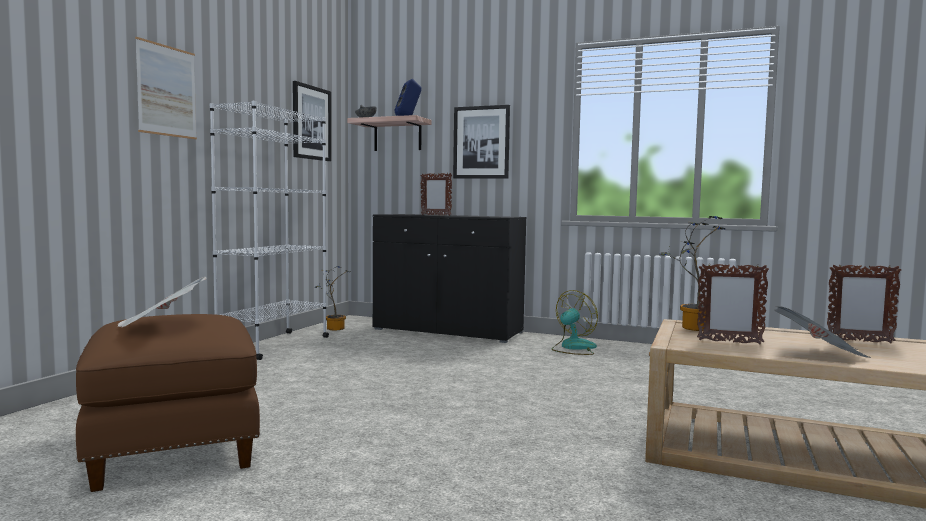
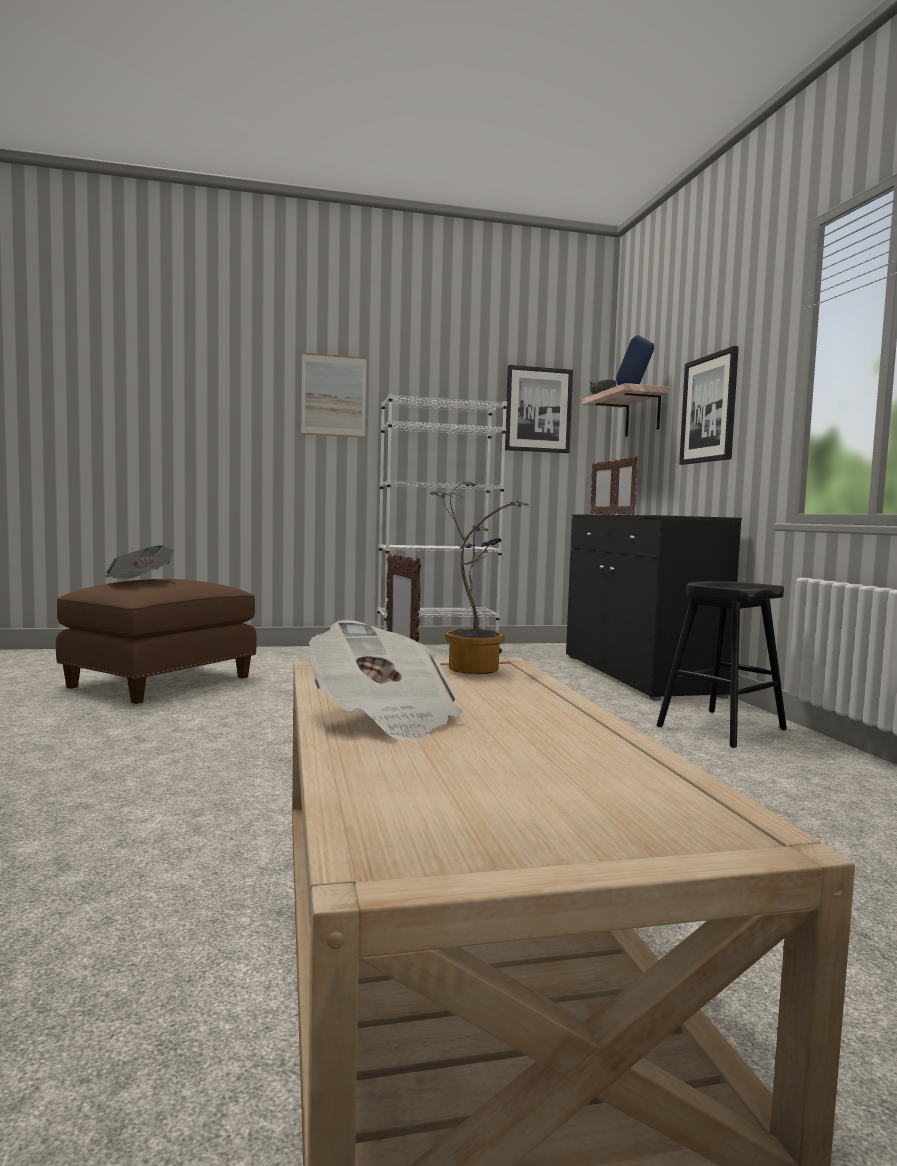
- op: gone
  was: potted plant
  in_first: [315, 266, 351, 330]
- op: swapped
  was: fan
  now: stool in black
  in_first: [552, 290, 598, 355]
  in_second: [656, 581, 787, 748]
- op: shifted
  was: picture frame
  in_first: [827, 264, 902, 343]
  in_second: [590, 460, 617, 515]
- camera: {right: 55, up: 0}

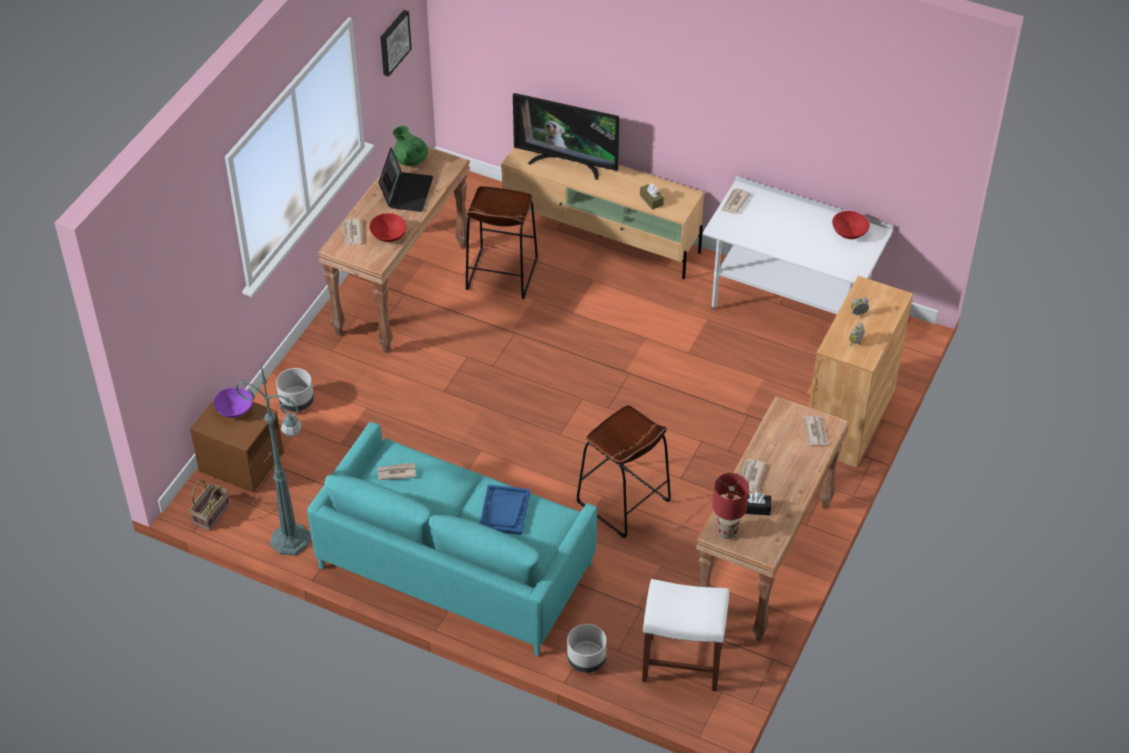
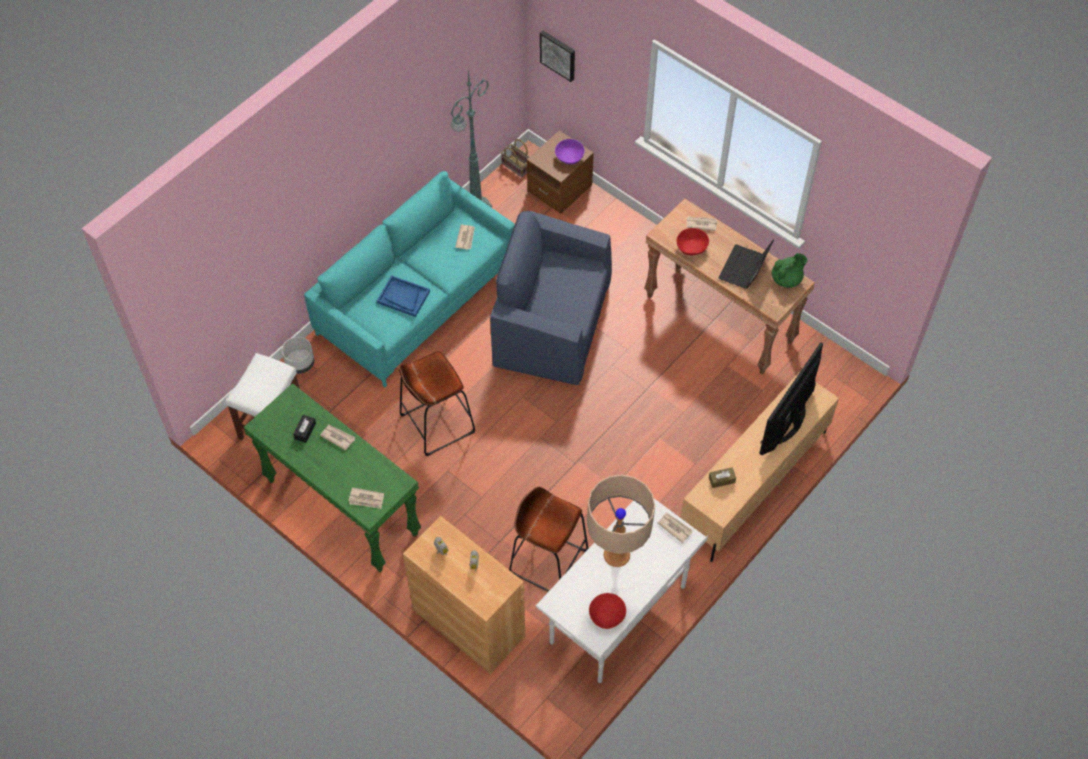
- op: gone
  was: planter in grey
  in_first: [276, 368, 314, 412]
- op: rotated
  was: laptop
  in_first: [378, 148, 433, 212]
  in_second: [719, 239, 774, 289]
  clockwise: 90
- op: shifted
  was: picture
  in_first: [380, 10, 412, 77]
  in_second: [540, 31, 575, 82]
- op: shifted
  was: stool in brown
  in_first: [466, 186, 538, 299]
  in_second: [509, 487, 589, 592]
- op: repainted
  was: console table in brown
  now: console table in green
  in_first: [696, 396, 850, 642]
  in_second: [243, 383, 421, 572]
- op: gone
  was: table lamp in red
  in_first: [713, 473, 749, 539]
- op: new
  now: armchair in blue
  in_second: [490, 211, 612, 385]
- op: new
  now: table lamp in beige
  in_second: [587, 475, 655, 567]
- camera: {right: 105, up: 10}

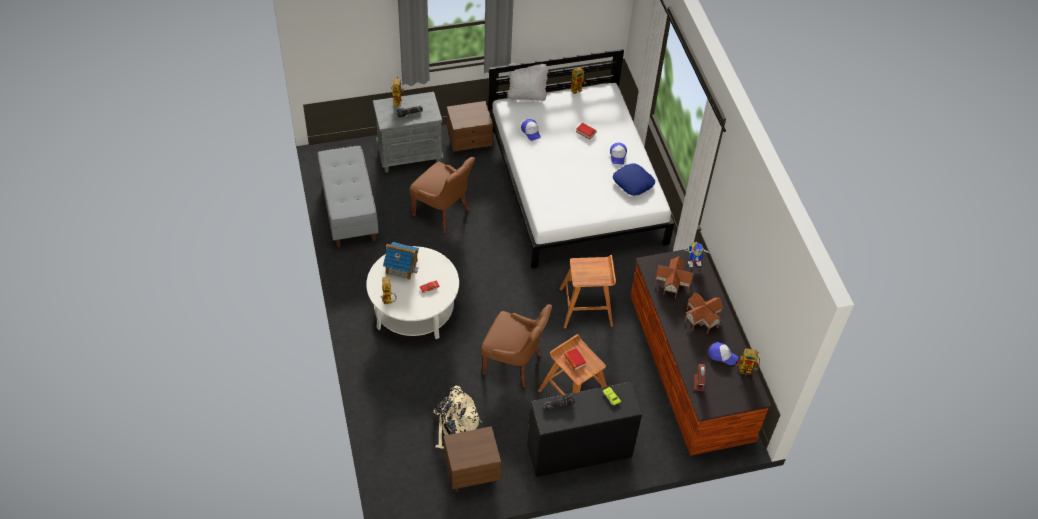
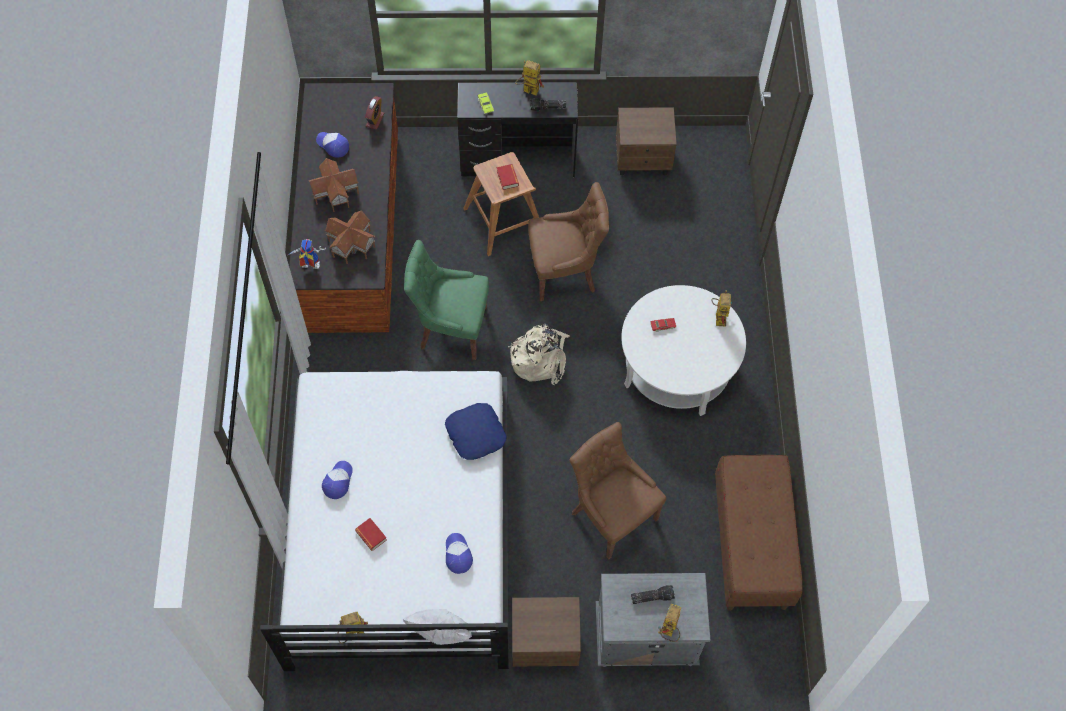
- op: repainted
  was: bench in grey
  now: bench in brown
  in_first: [318, 145, 379, 248]
  in_second: [715, 455, 803, 611]
- op: gone
  was: toy house
  in_first: [383, 242, 419, 280]
- op: shifted
  was: backpack in beige
  in_first: [433, 386, 482, 449]
  in_second: [508, 323, 570, 385]
- op: rotated
  was: chair in brown
  in_first: [481, 304, 552, 387]
  in_second: [528, 182, 609, 301]
  clockwise: 135
- op: swapped
  was: stool in brown
  now: chair in green
  in_first: [560, 255, 616, 328]
  in_second: [404, 240, 489, 360]
- op: shifted
  was: pillow in blue
  in_first: [613, 163, 655, 196]
  in_second: [445, 403, 507, 460]
- op: shifted
  was: toy robot
  in_first: [736, 348, 760, 375]
  in_second: [515, 60, 544, 96]
- camera: {right: -165, up: 10}

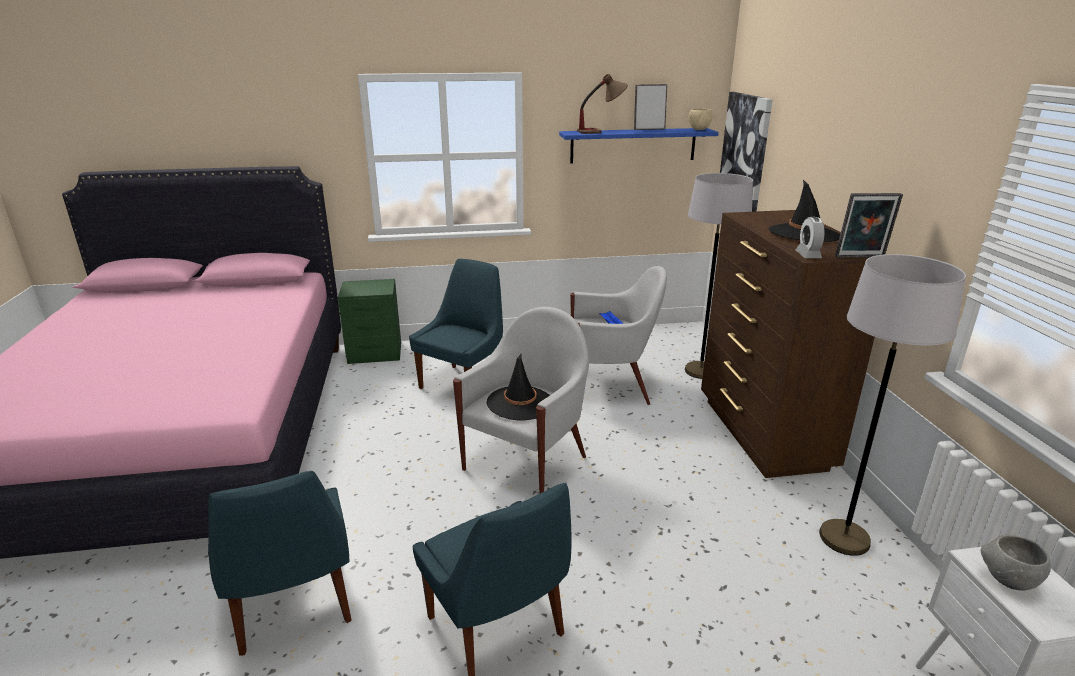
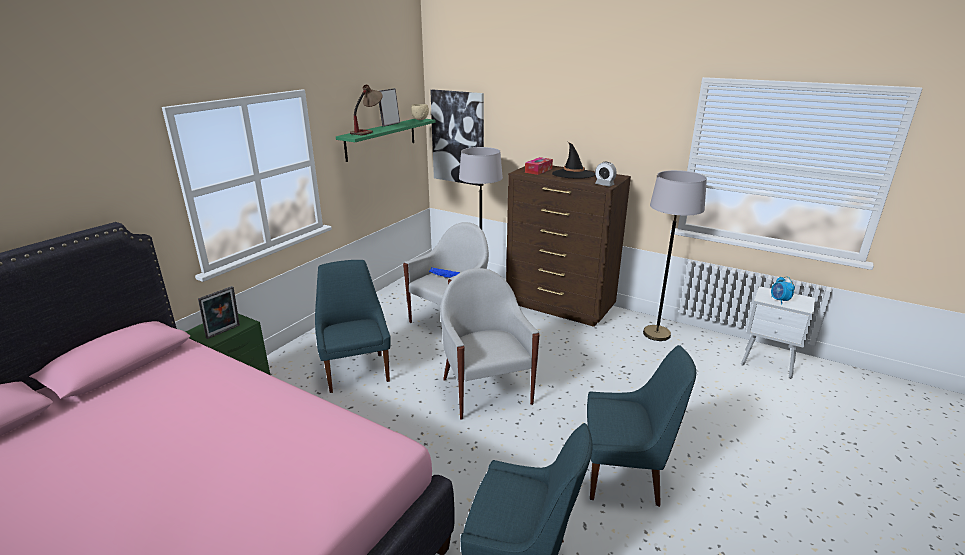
- op: gone
  was: hat in black
  in_first: [487, 353, 550, 420]
- op: repainted
  was: shelf in blue
  now: shelf in green
  in_first: [559, 128, 719, 164]
  in_second: [336, 119, 435, 162]
- op: shifted
  was: picture frame
  in_first: [835, 193, 903, 258]
  in_second: [198, 286, 240, 339]
- op: swapped
  was: bowl in grey
  now: alarm clock
  in_first: [980, 534, 1051, 590]
  in_second: [771, 277, 795, 304]
- op: new
  now: tissue box
  in_second: [525, 157, 553, 175]
- camera: {right: -50, up: 0}

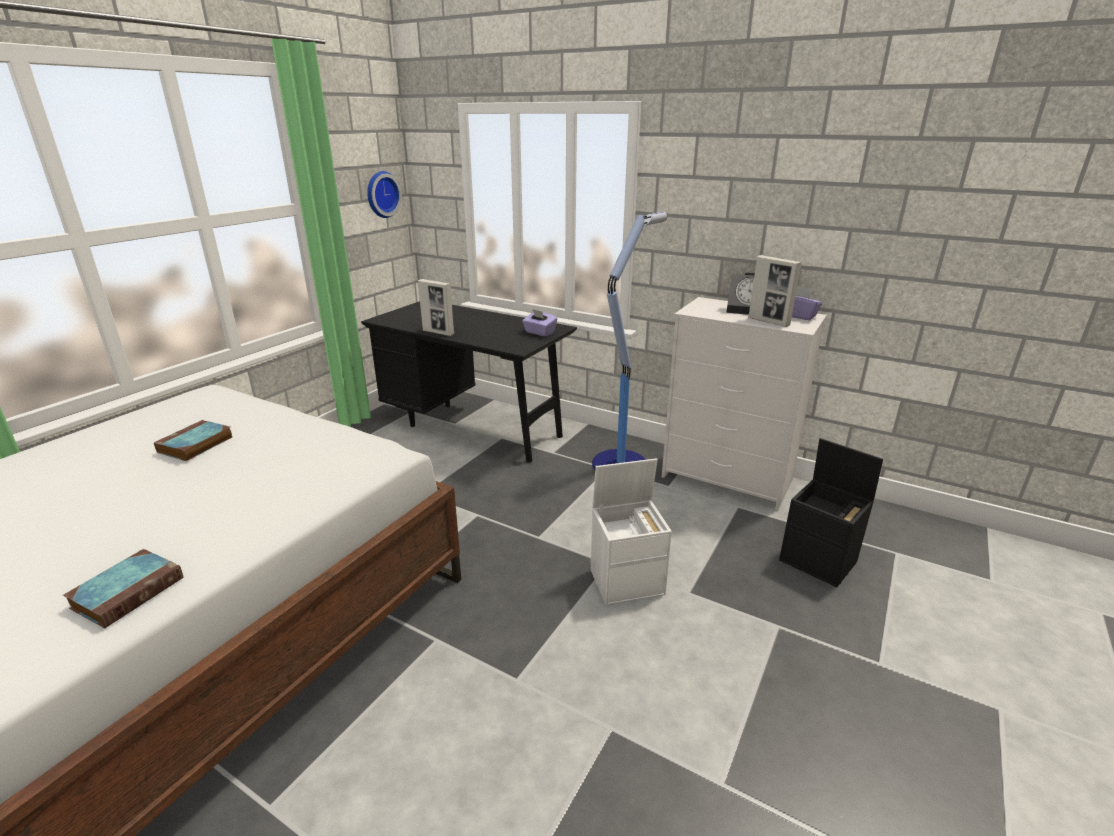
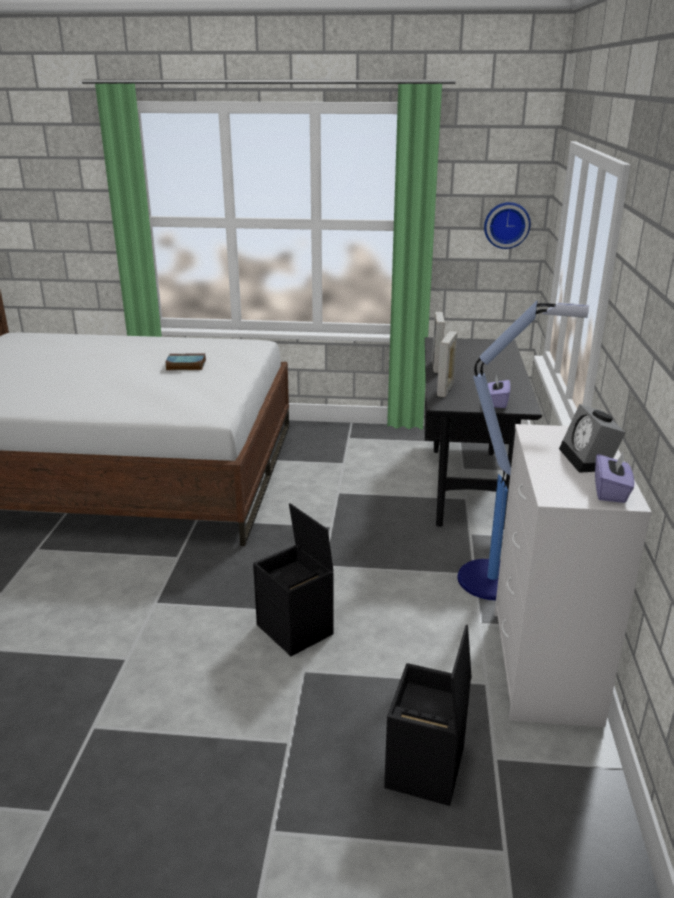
- op: gone
  was: book
  in_first: [63, 549, 183, 628]
- op: repainted
  was: storage box in white
  now: storage box in black
  in_first: [591, 458, 672, 605]
  in_second: [253, 503, 334, 656]
- op: shifted
  was: picture frame
  in_first: [748, 255, 802, 327]
  in_second: [437, 331, 458, 397]
- camera: {right: 65, up: 0}

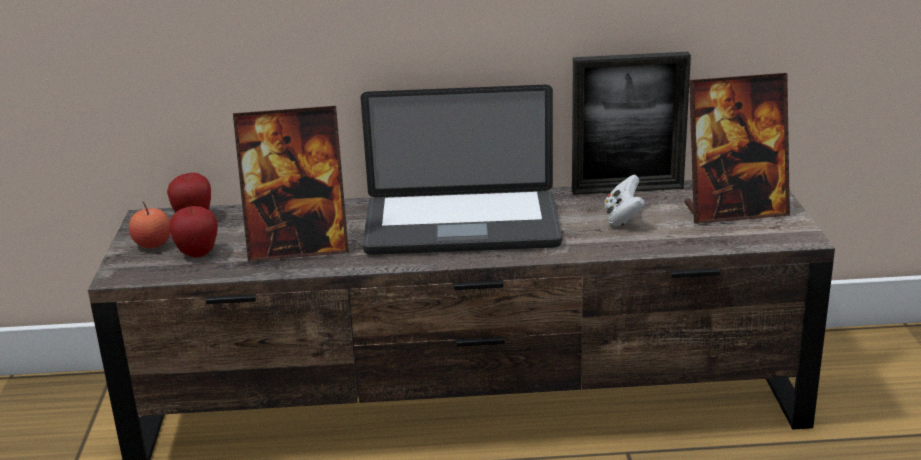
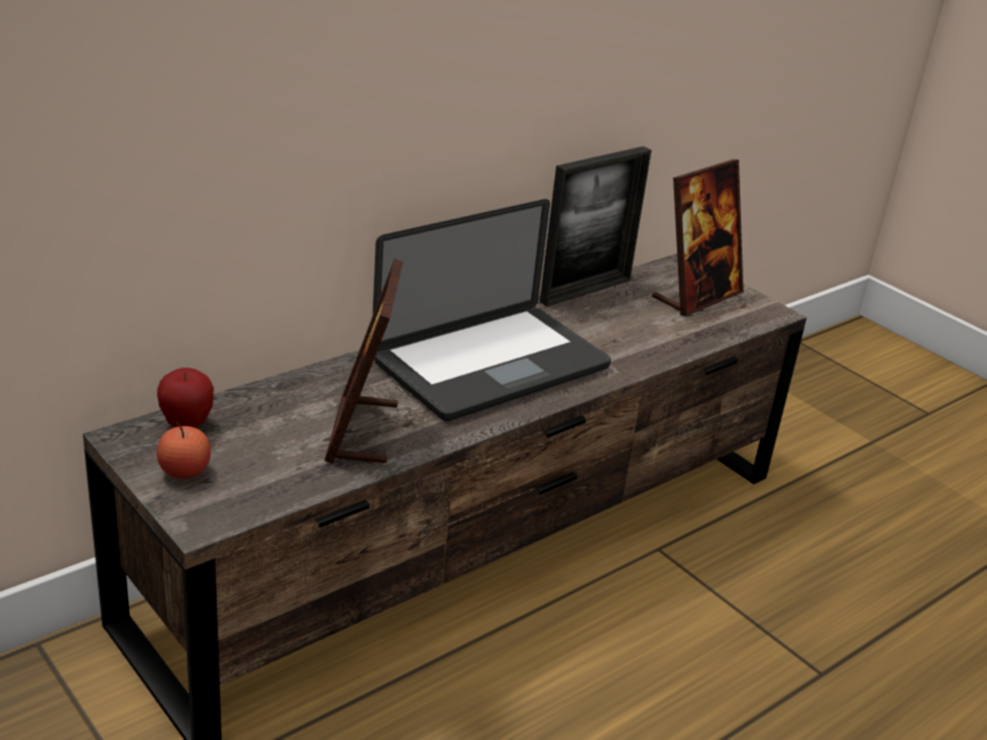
- op: gone
  was: apple
  in_first: [169, 206, 218, 257]
- op: rotated
  was: picture frame
  in_first: [233, 106, 349, 262]
  in_second: [324, 259, 403, 464]
  clockwise: 135
- op: gone
  was: game controller in white
  in_first: [605, 175, 645, 226]
- camera: {right: -40, up: 5}

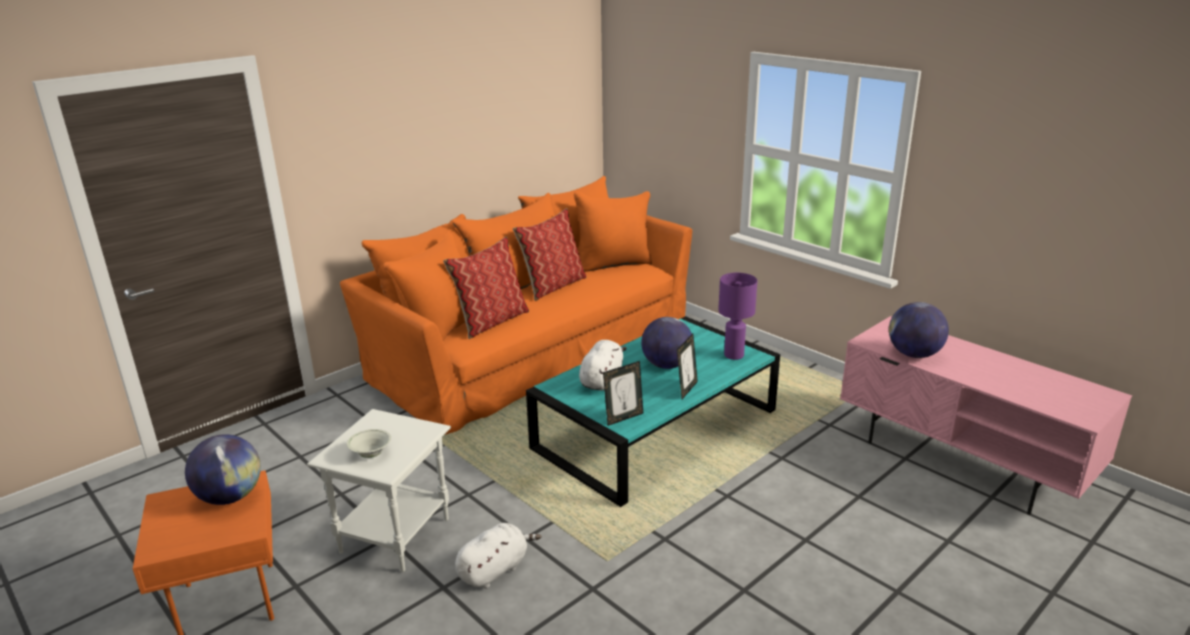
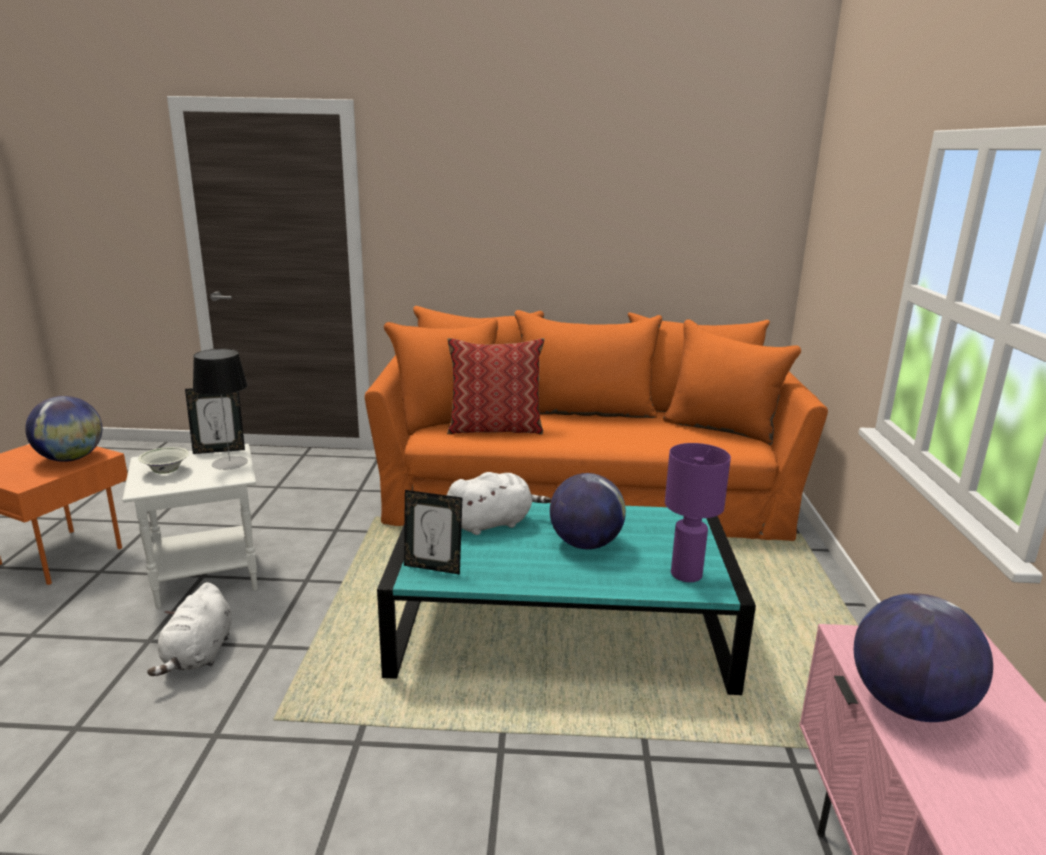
- op: rotated
  was: plush toy in white
  in_first: [455, 523, 541, 589]
  in_second: [147, 582, 232, 676]
  clockwise: 90
- op: gone
  was: pillow
  in_first: [513, 208, 586, 301]
- op: shifted
  was: picture frame
  in_first: [677, 334, 698, 399]
  in_second: [185, 388, 245, 454]
- op: new
  now: table lamp
  in_second: [193, 349, 248, 470]
- camera: {right: 45, up: -5}

